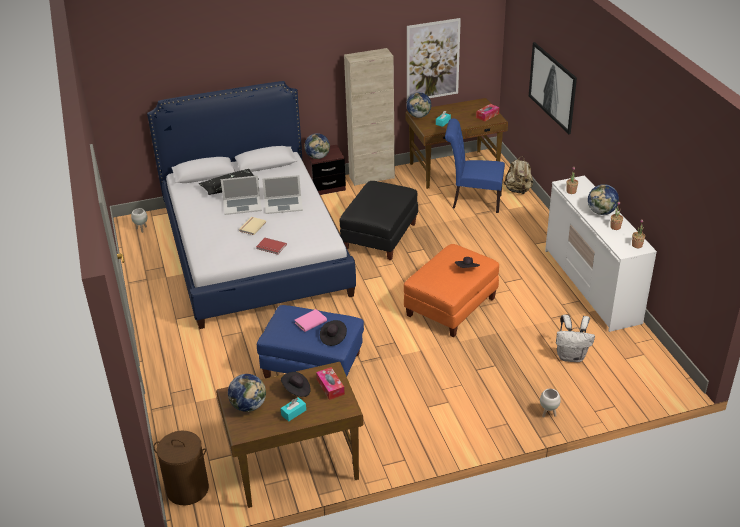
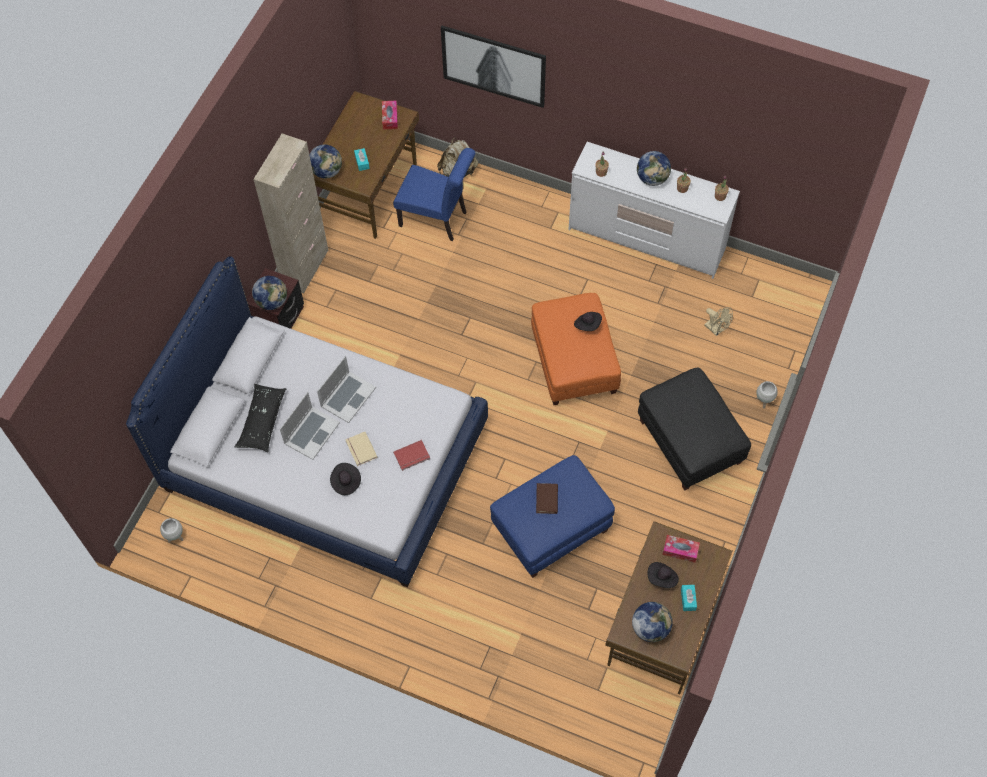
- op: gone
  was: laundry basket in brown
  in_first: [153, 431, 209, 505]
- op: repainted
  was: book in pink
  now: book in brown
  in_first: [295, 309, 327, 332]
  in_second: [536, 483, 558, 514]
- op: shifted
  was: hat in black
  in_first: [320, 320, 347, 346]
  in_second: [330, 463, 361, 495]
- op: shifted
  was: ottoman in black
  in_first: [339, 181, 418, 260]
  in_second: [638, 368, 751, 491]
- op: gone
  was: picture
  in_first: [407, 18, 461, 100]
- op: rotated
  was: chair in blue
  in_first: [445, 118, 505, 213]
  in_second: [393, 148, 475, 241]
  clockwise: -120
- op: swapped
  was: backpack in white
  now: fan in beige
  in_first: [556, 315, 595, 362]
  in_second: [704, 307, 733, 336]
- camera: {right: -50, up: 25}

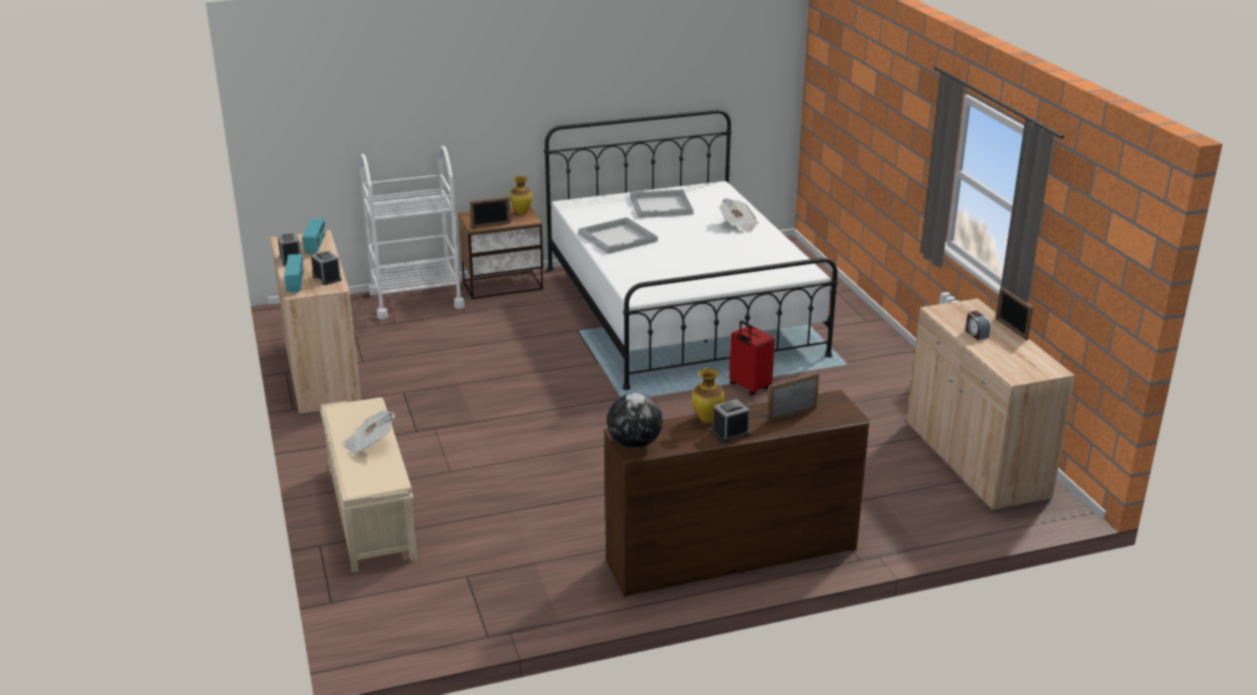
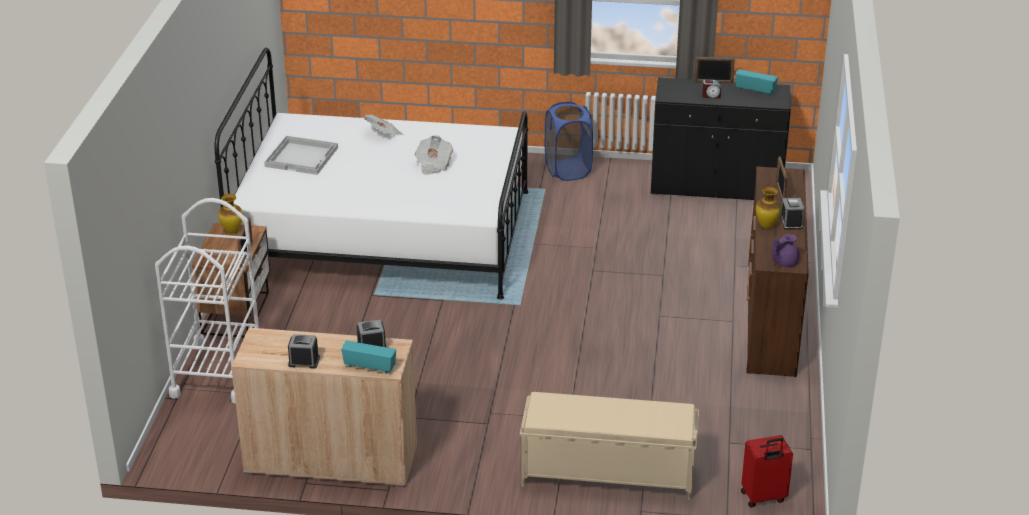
- op: shifted
  was: radio
  in_first: [302, 219, 326, 254]
  in_second: [735, 69, 778, 96]
- op: shifted
  was: newspaper
  in_first: [342, 410, 395, 455]
  in_second: [415, 135, 453, 175]
- op: gone
  was: tray in white
  in_first: [578, 217, 658, 254]
- op: swapped
  was: globe
  now: teapot in purple
  in_first: [607, 393, 663, 449]
  in_second: [772, 234, 800, 267]
- op: shifted
  was: suitcase in red
  in_first: [729, 320, 775, 395]
  in_second: [741, 435, 793, 508]
- op: repainted
  was: cabinet in beige
  now: cabinet in black
  in_first: [907, 299, 1075, 512]
  in_second: [651, 78, 791, 200]
- op: new
  now: laundry basket in blue
  in_second: [545, 102, 593, 181]
- camera: {right: -65, up: 5}

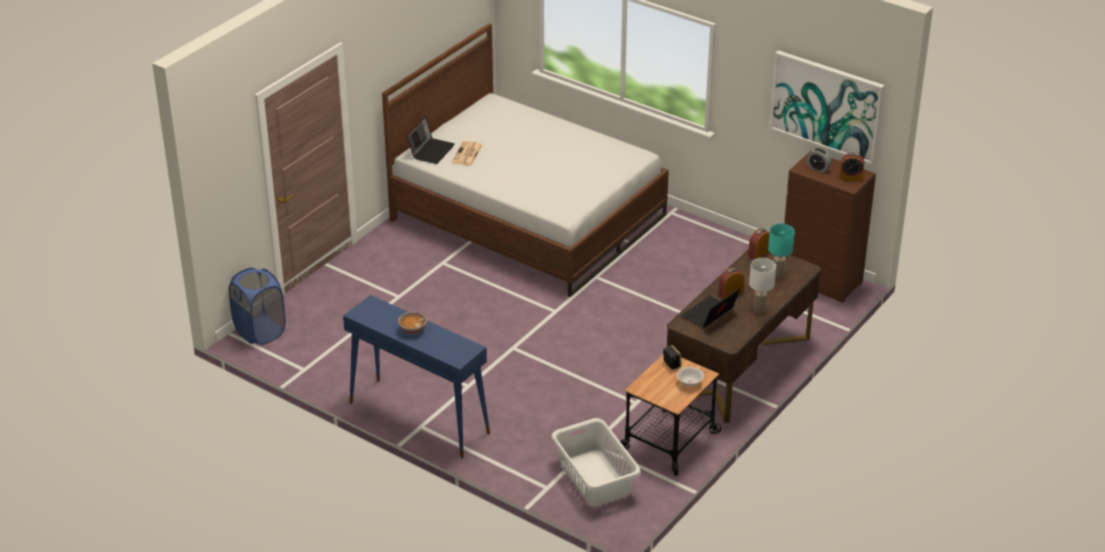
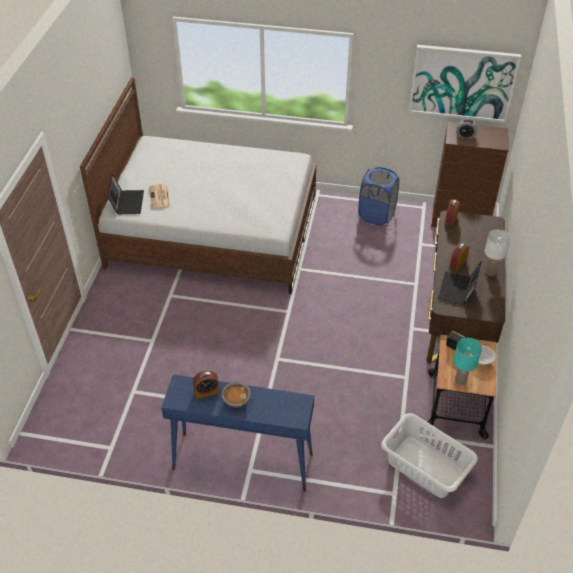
- op: shifted
  was: laundry basket in blue
  in_first: [229, 268, 286, 345]
  in_second: [358, 167, 399, 226]
- op: shifted
  was: table lamp in turquoise
  in_first: [768, 224, 795, 278]
  in_second: [453, 338, 482, 385]
- op: shifted
  was: alarm clock
  in_first: [839, 153, 864, 181]
  in_second: [193, 370, 220, 399]
- camera: {right: -25, up: 10}

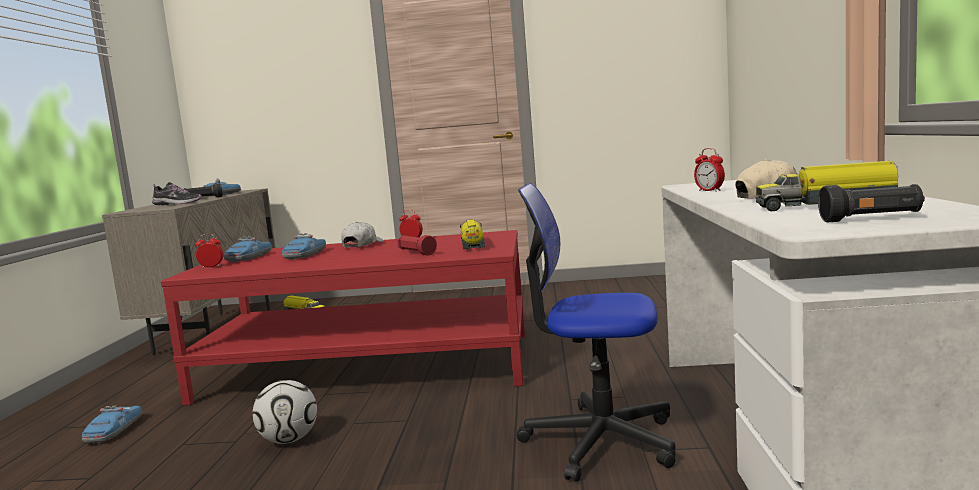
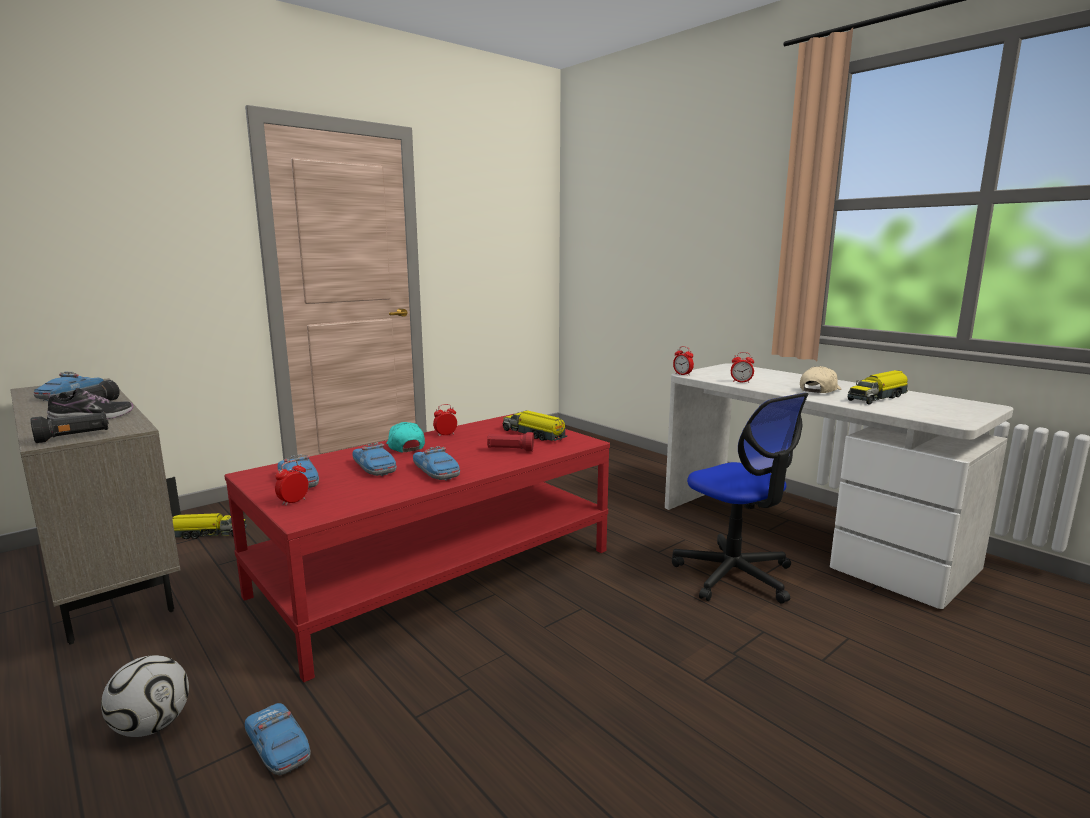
- op: shifted
  was: football
  in_first: [252, 380, 317, 444]
  in_second: [101, 655, 189, 737]
- op: repainted
  was: cap in white
  now: cap in turquoise
  in_first: [341, 222, 384, 248]
  in_second: [386, 422, 425, 452]
- op: rotated
  was: office chair
  in_first: [517, 183, 676, 482]
  in_second: [672, 393, 808, 604]
  clockwise: -90
- op: shifted
  was: flashlight in black
  in_first: [818, 184, 925, 223]
  in_second: [30, 412, 109, 443]
- op: new
  now: toy car
  in_second: [413, 446, 460, 481]
- op: new
  now: alarm clock
  in_second: [673, 346, 694, 376]
- camera: {right: -45, up: 5}

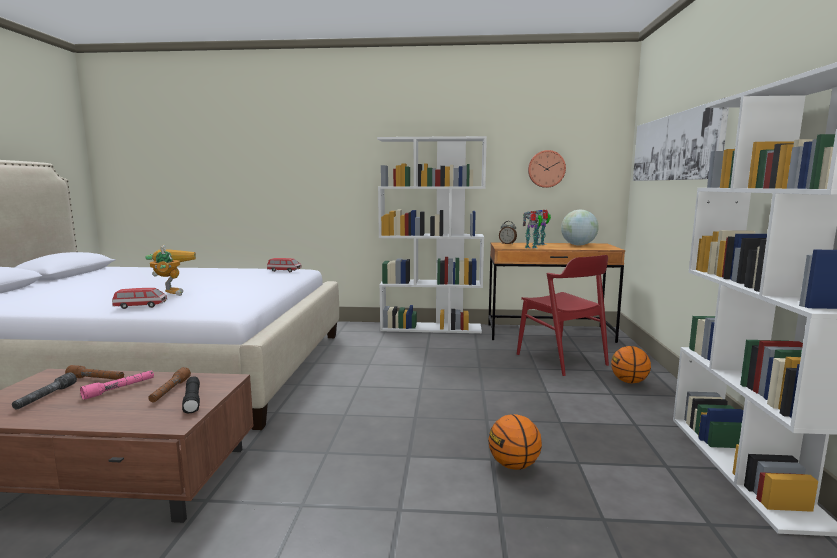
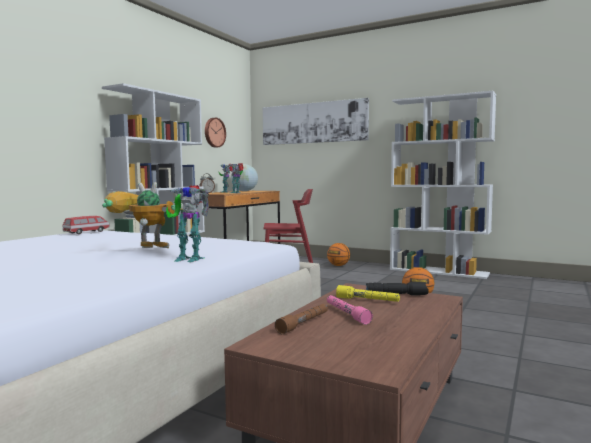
- op: gone
  was: flashlight in grey
  in_first: [12, 372, 77, 409]
- op: swapped
  was: toy car
  now: toy robot
  in_first: [112, 288, 167, 309]
  in_second: [166, 185, 209, 262]
- op: repainted
  was: flashlight in brown
  now: flashlight in yellow
  in_first: [148, 367, 191, 402]
  in_second: [336, 285, 400, 302]
- camera: {right: -65, up: -5}

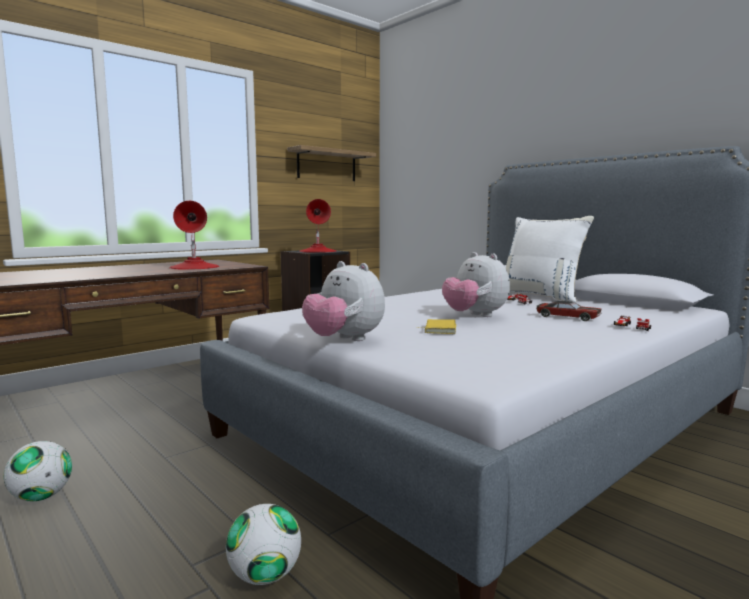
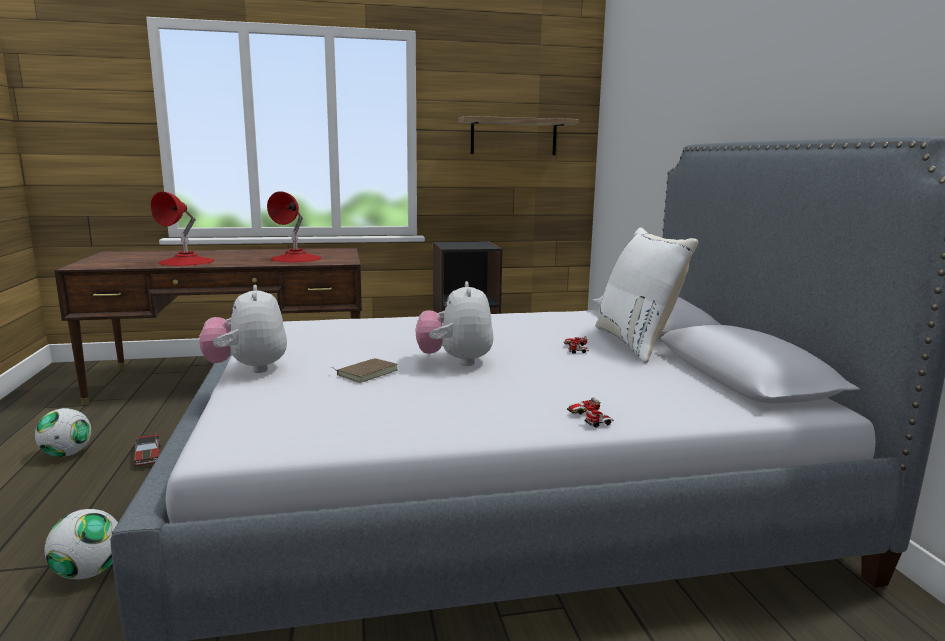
- op: shifted
  was: table lamp in red
  in_first: [299, 199, 336, 253]
  in_second: [150, 191, 214, 266]
- op: repainted
  was: book in yellow
  now: book in brown
  in_first: [417, 319, 456, 334]
  in_second: [331, 358, 397, 383]
- op: shifted
  was: toy car
  in_first: [536, 301, 602, 321]
  in_second: [132, 434, 161, 467]
- camera: {right: 30, up: 5}

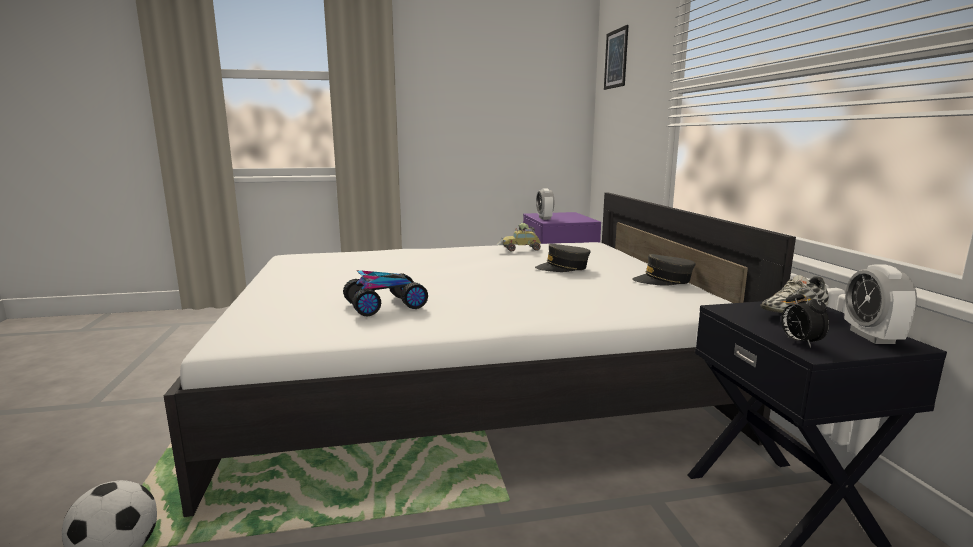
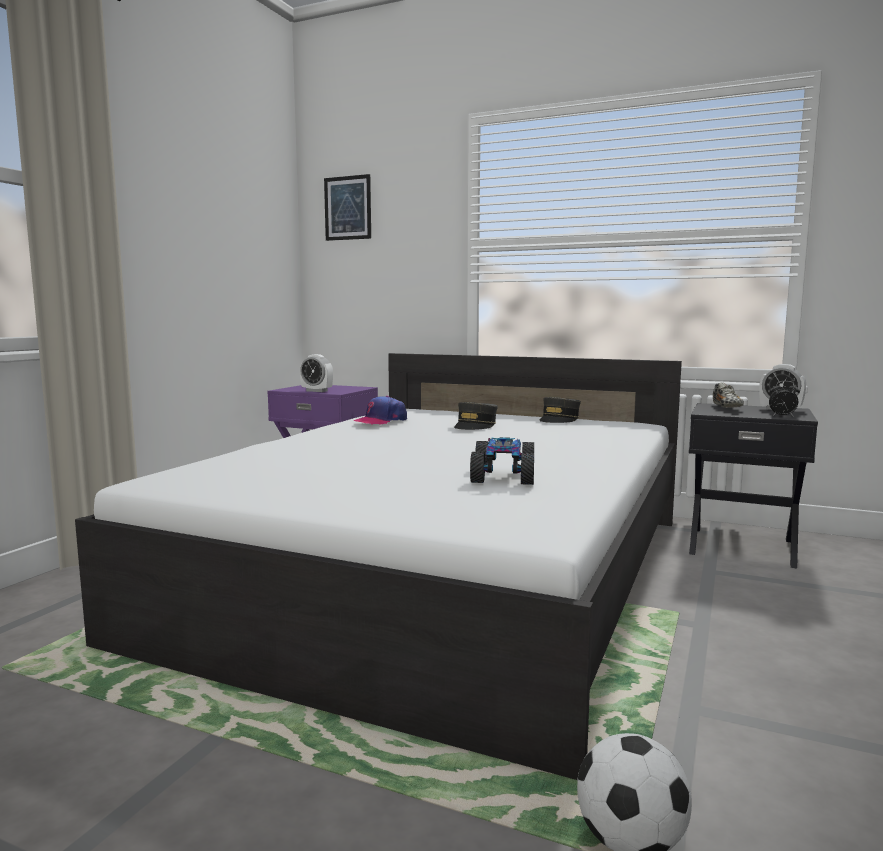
- op: swapped
  was: toy car
  now: cap
  in_first: [497, 223, 541, 252]
  in_second: [353, 396, 407, 425]
- camera: {right: -55, up: -5}

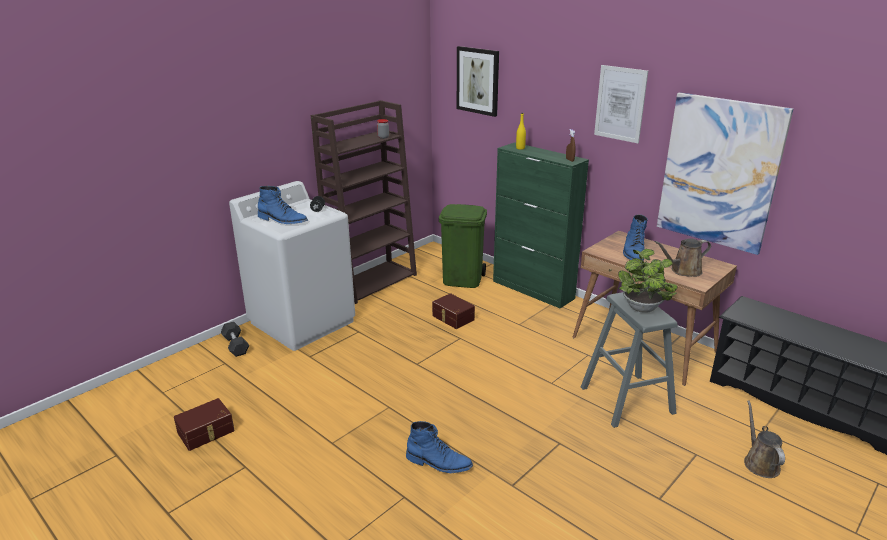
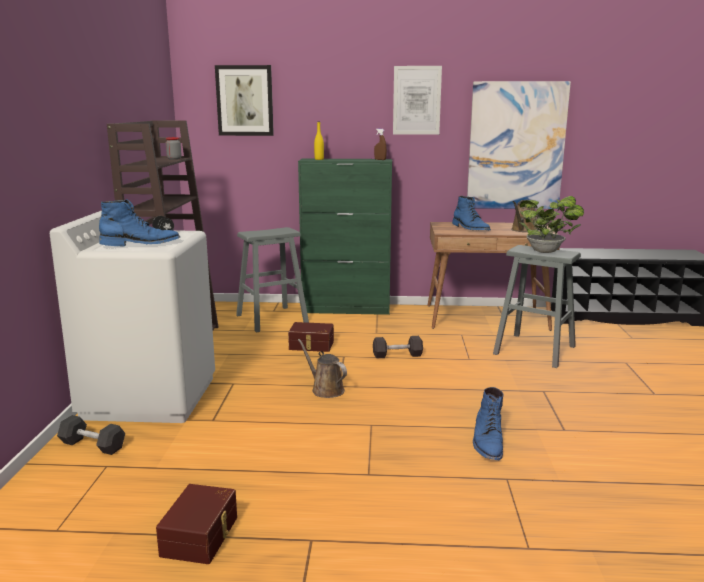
- op: rotated
  was: boot in blue
  in_first: [406, 421, 473, 473]
  in_second: [473, 387, 503, 461]
  clockwise: 120
- op: swapped
  was: trash can in green
  now: stool in grey
  in_first: [439, 204, 487, 288]
  in_second: [236, 227, 309, 332]
- op: shifted
  was: watering can in brown
  in_first: [744, 400, 785, 478]
  in_second: [298, 339, 347, 398]
- op: new
  now: dumbbell in grey
  in_second: [373, 336, 423, 358]
- camera: {right: -40, up: -10}

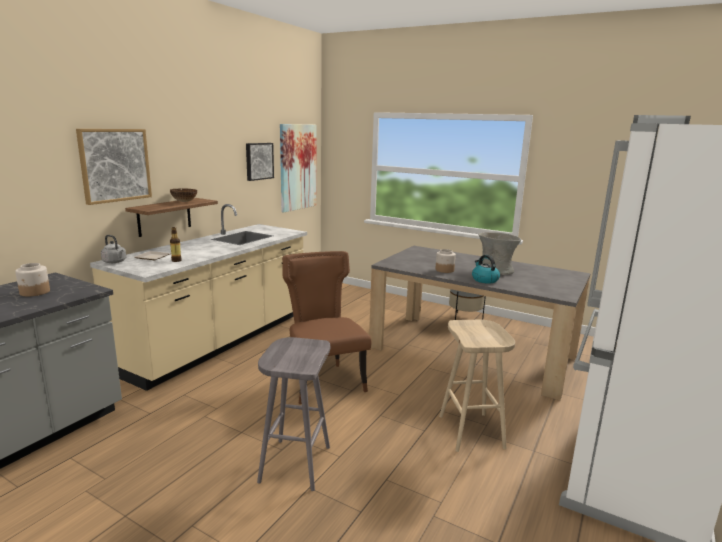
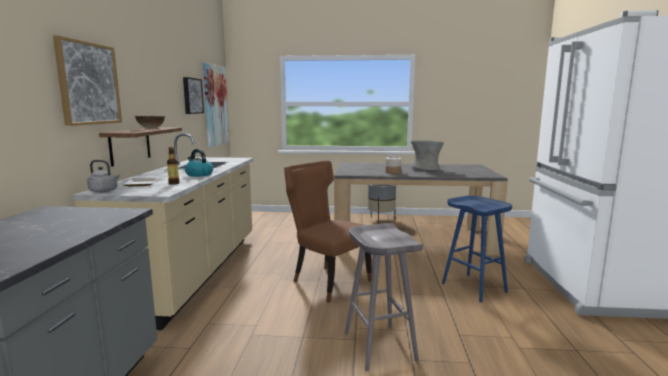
- op: gone
  was: jar
  in_first: [15, 263, 50, 296]
- op: repainted
  was: stool in beige
  now: stool in blue
  in_first: [439, 320, 515, 452]
  in_second: [442, 196, 512, 303]
- op: shifted
  was: kettle
  in_first: [472, 255, 500, 284]
  in_second: [185, 149, 213, 177]
- camera: {right: -25, up: -5}

